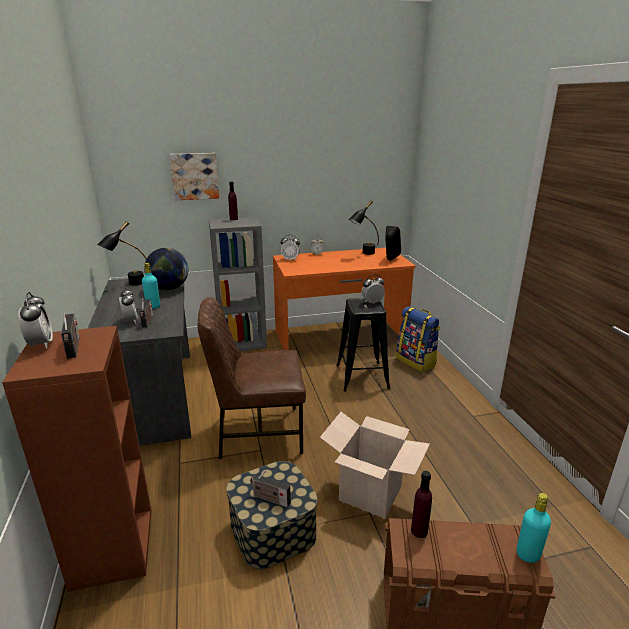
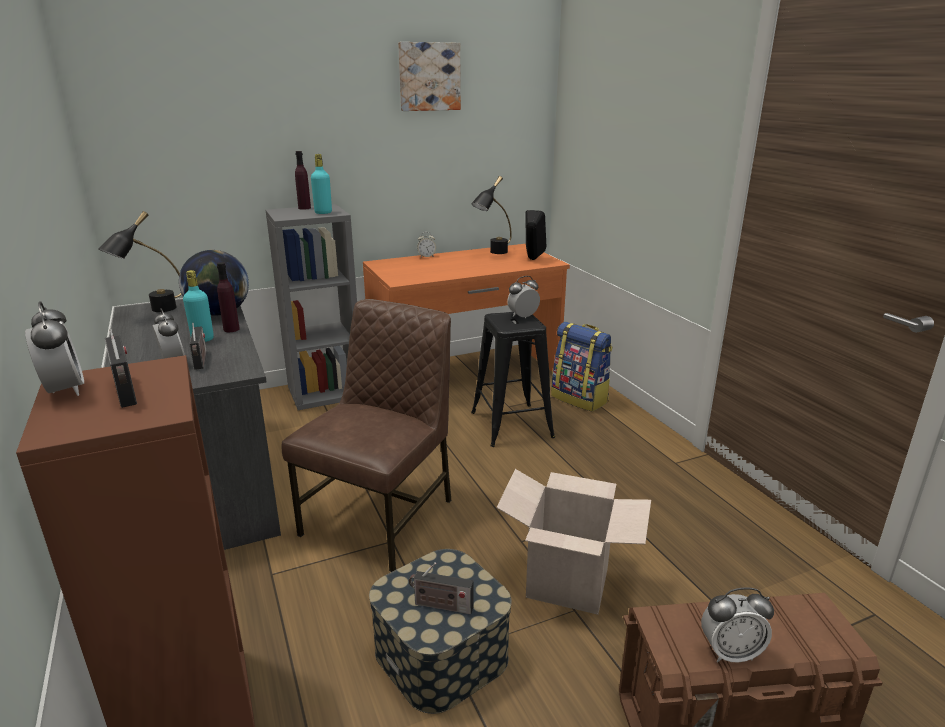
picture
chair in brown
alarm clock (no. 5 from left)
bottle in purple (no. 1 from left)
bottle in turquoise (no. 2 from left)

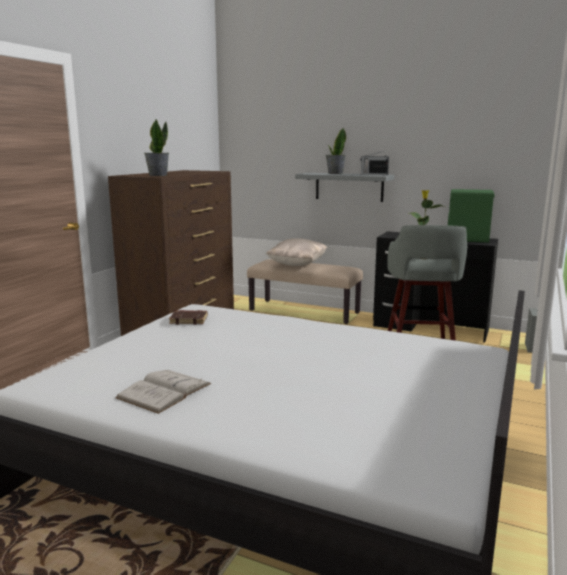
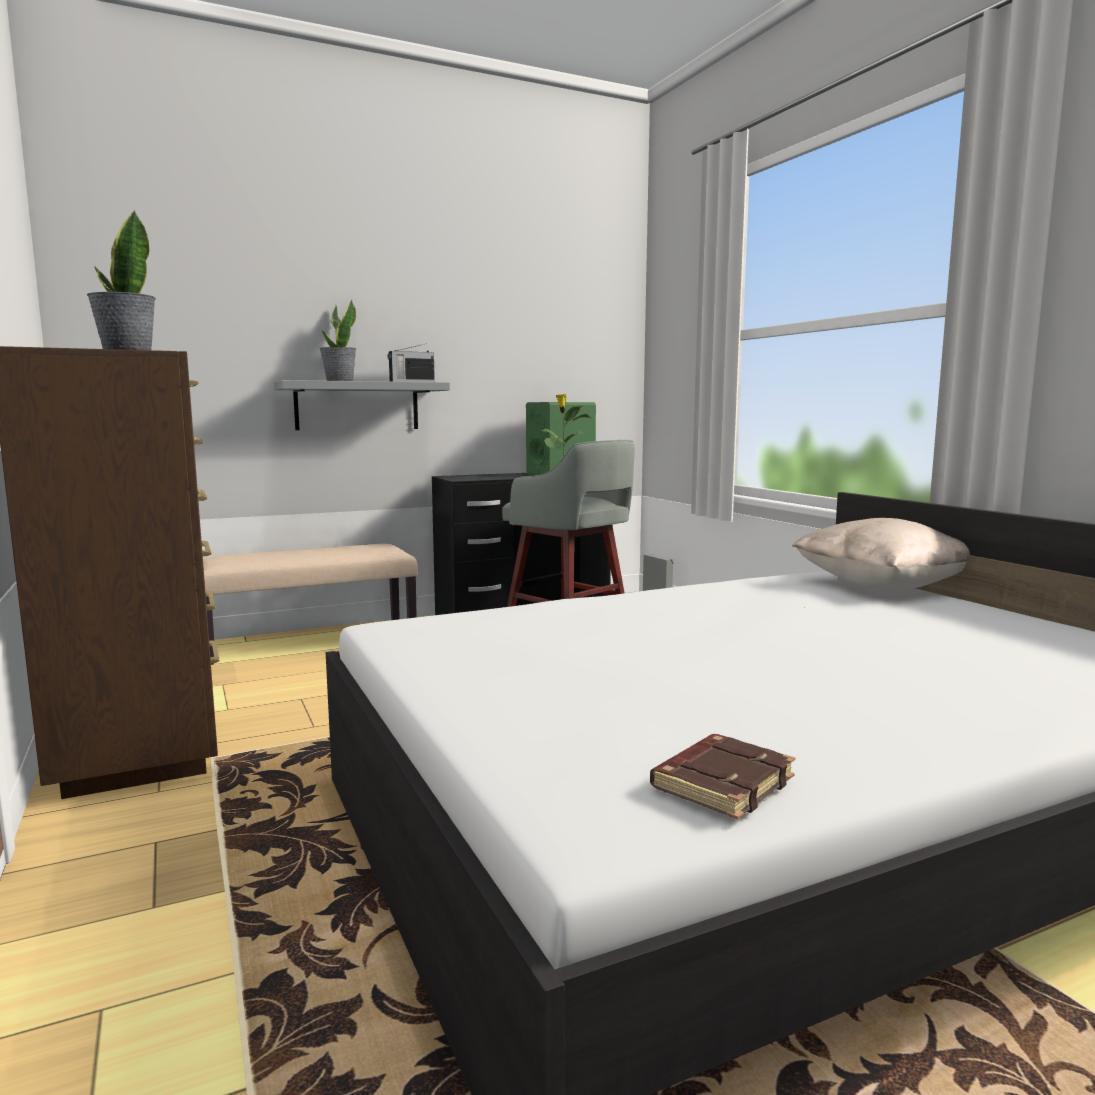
book in white
book in brown
pillow in beige

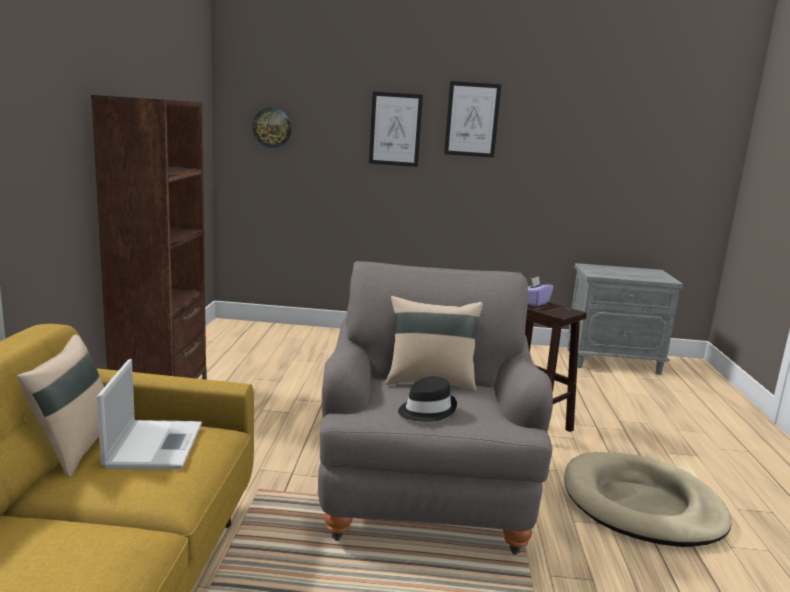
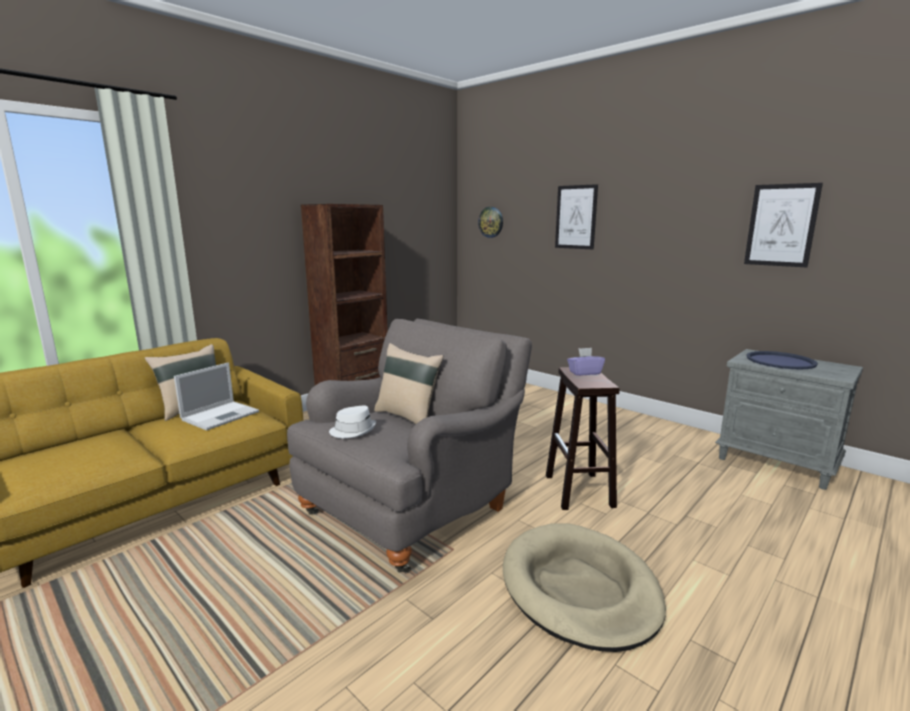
hat in white
picture (no. 2 from left)
tray in blue

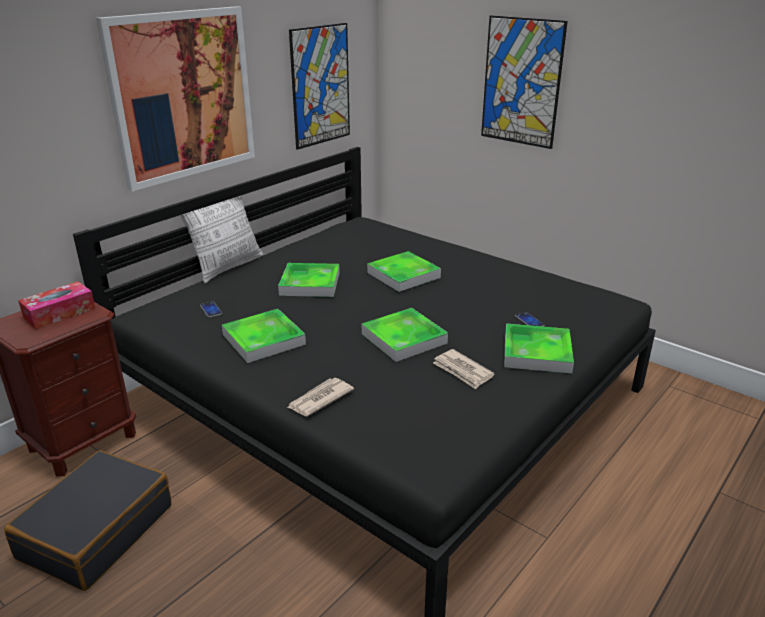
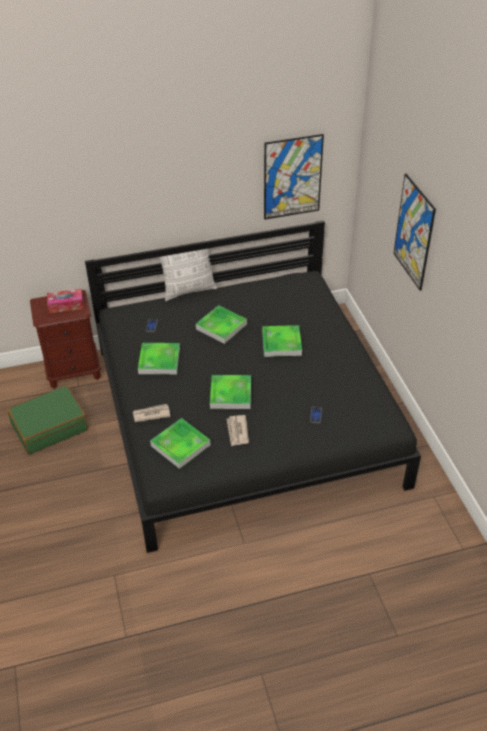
suitcase in green
picture (no. 1 from left in the first image)
tray (no. 2 from left)

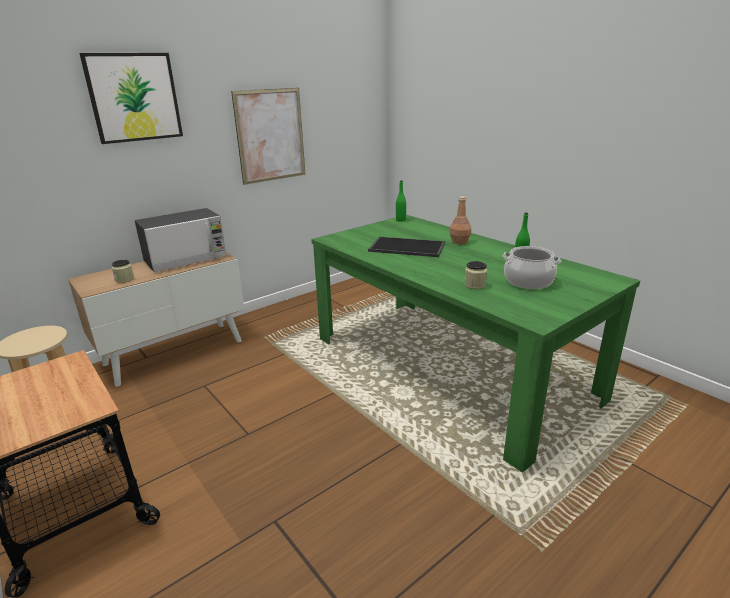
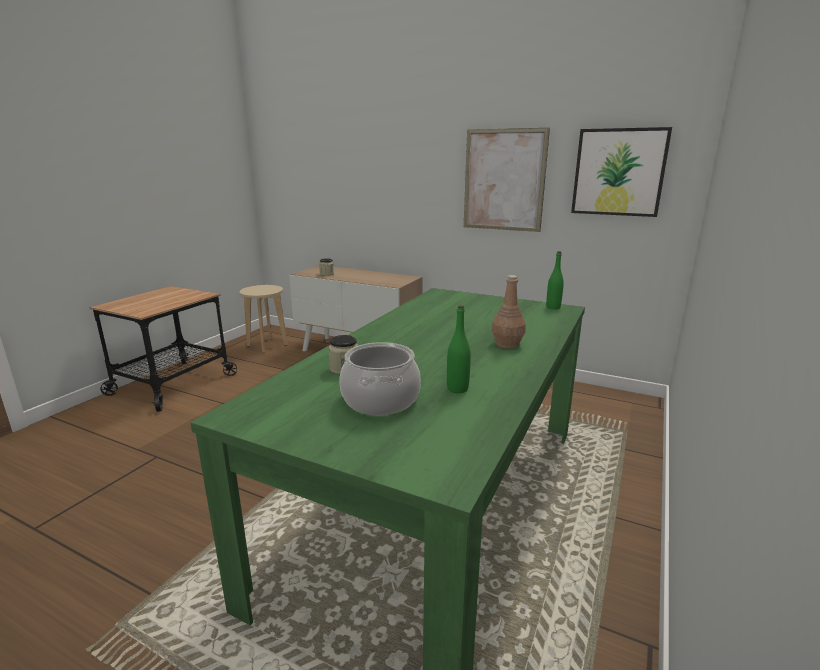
picture (no. 2 from left)
microwave
tray

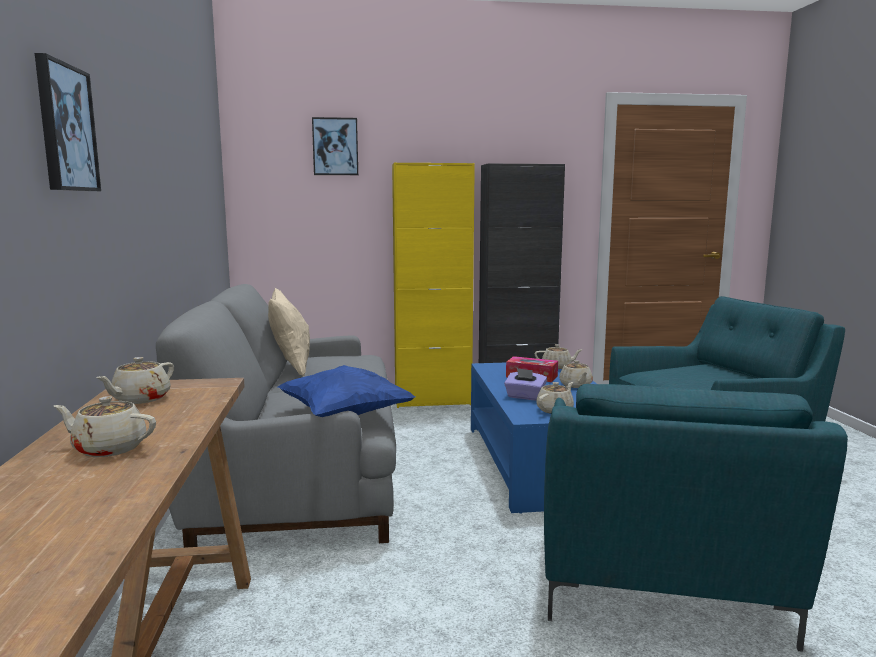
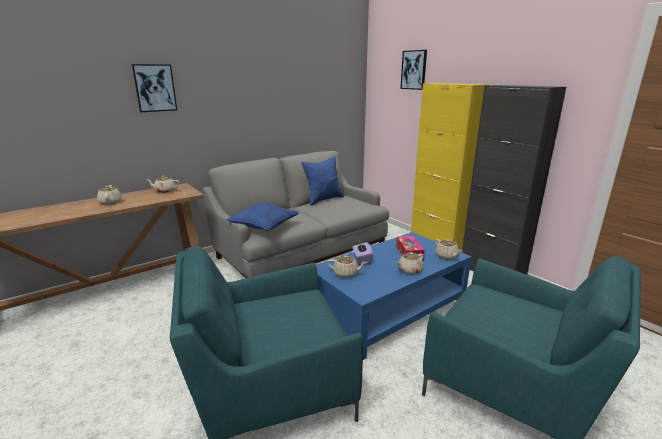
pillow in blue (no. 2 from left)

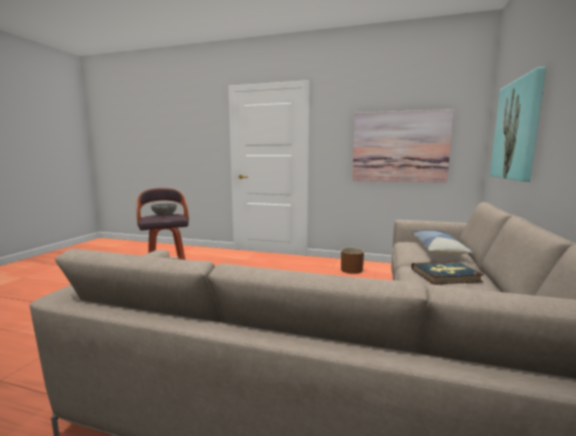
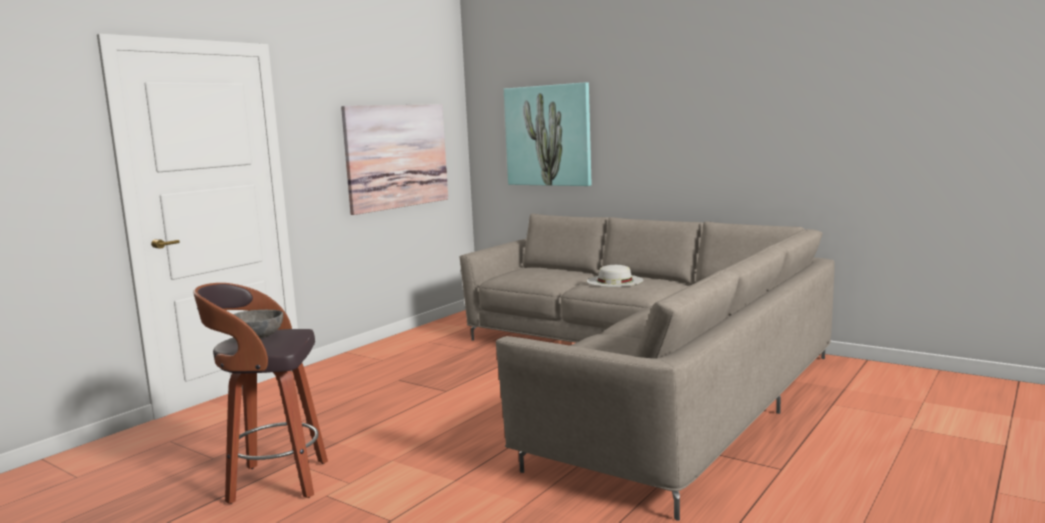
planter in brown
pillow
hat in white

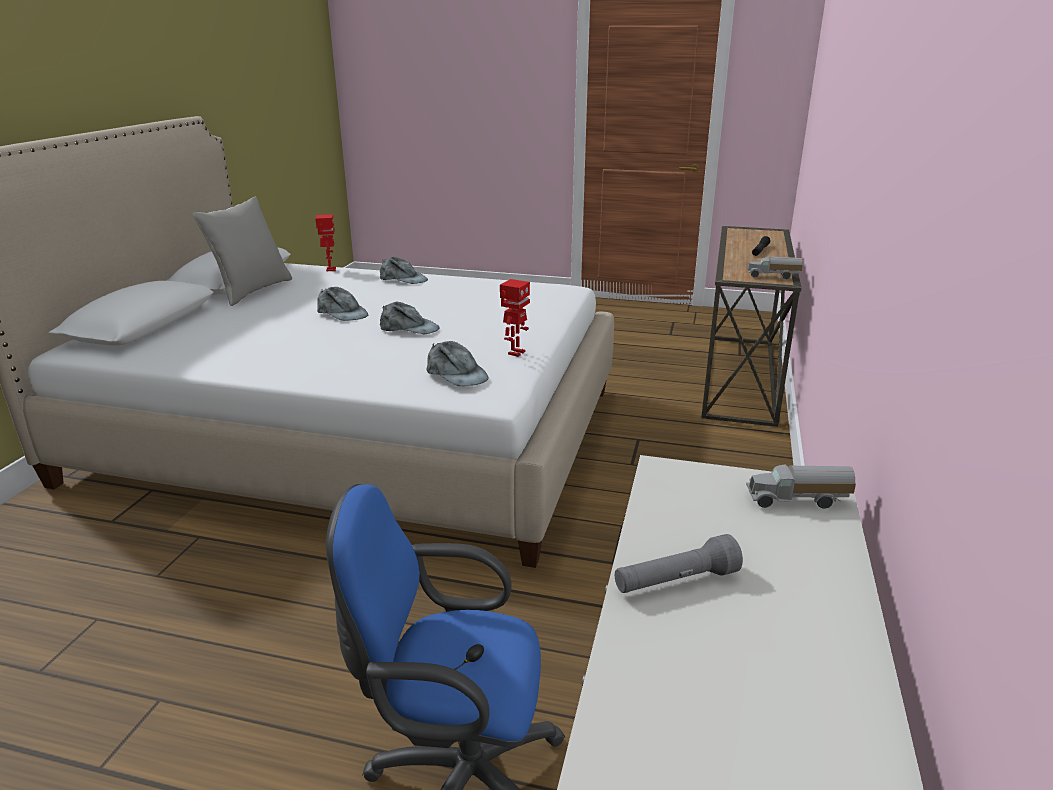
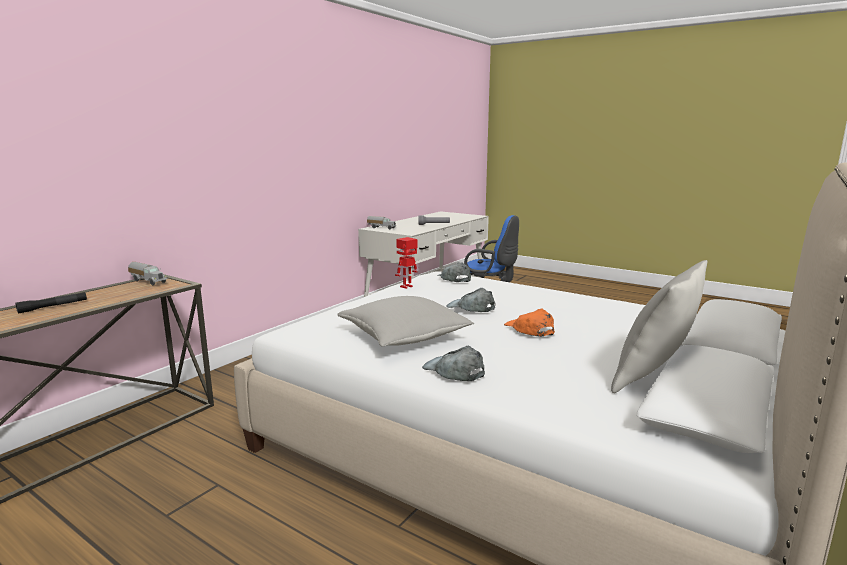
toy robot (no. 1 from left in the first image)
cap in orange
pillow in grey (no. 1 from left)

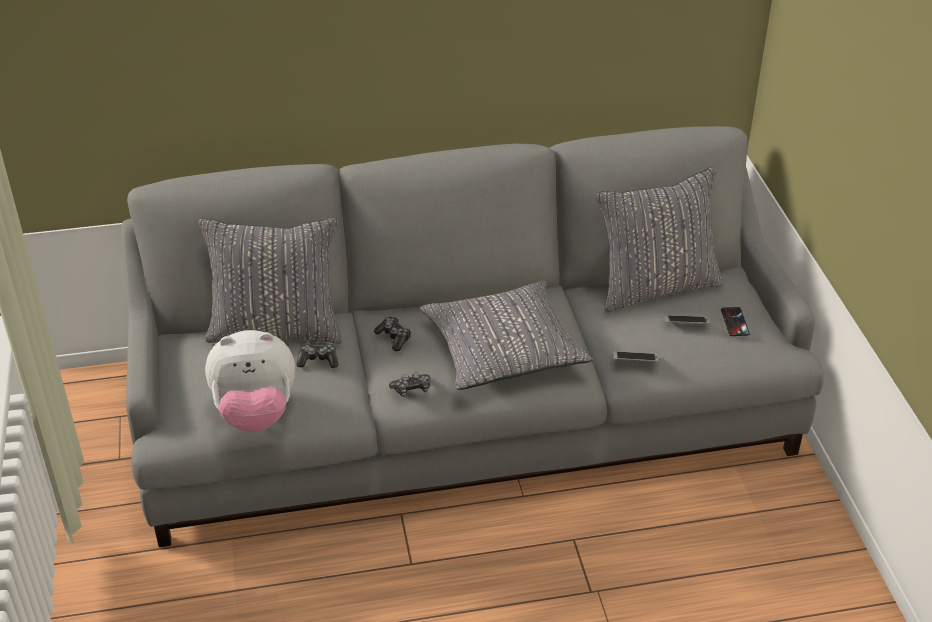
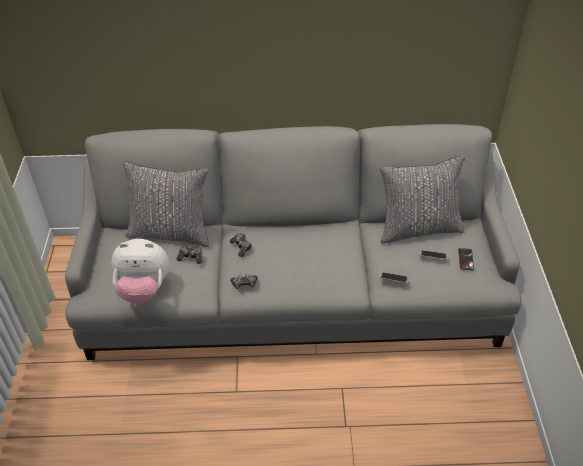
pillow in grey (no. 2 from left in the first image)

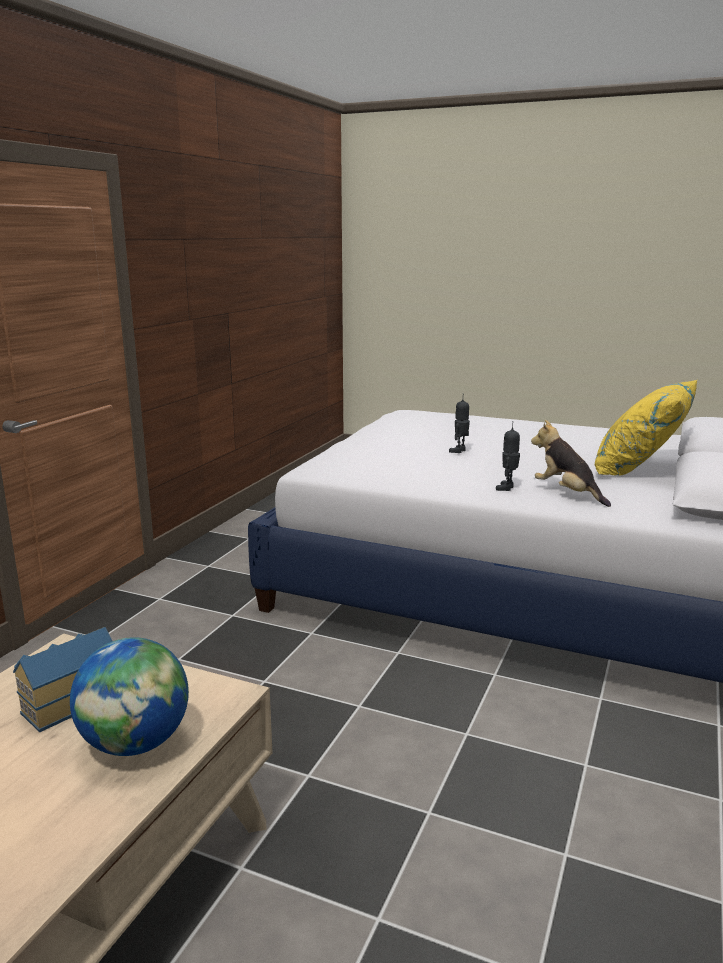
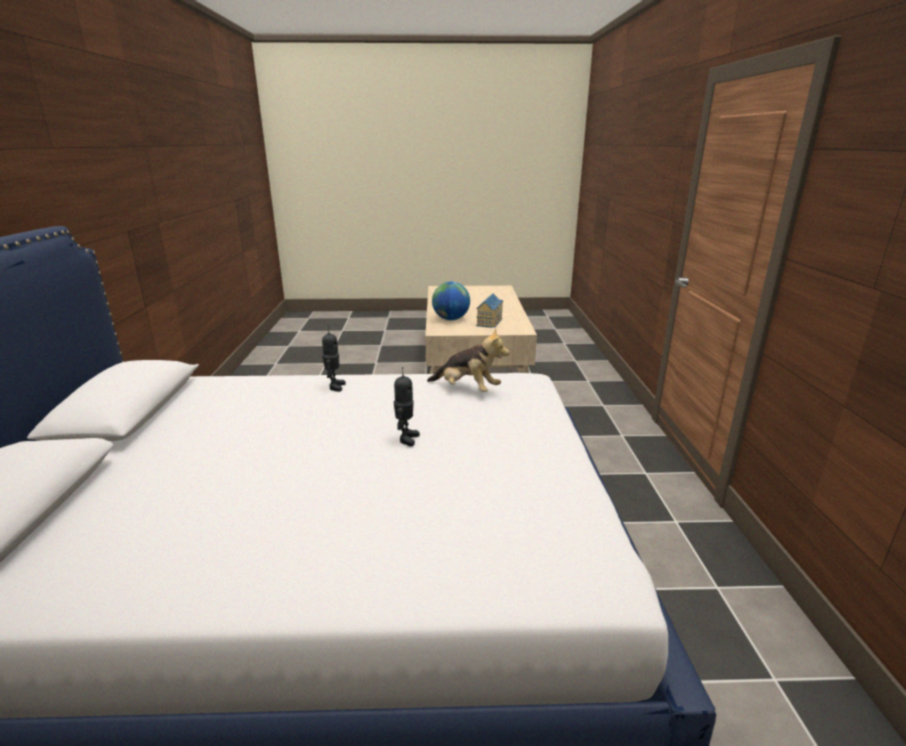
plush toy
pillow in yellow

